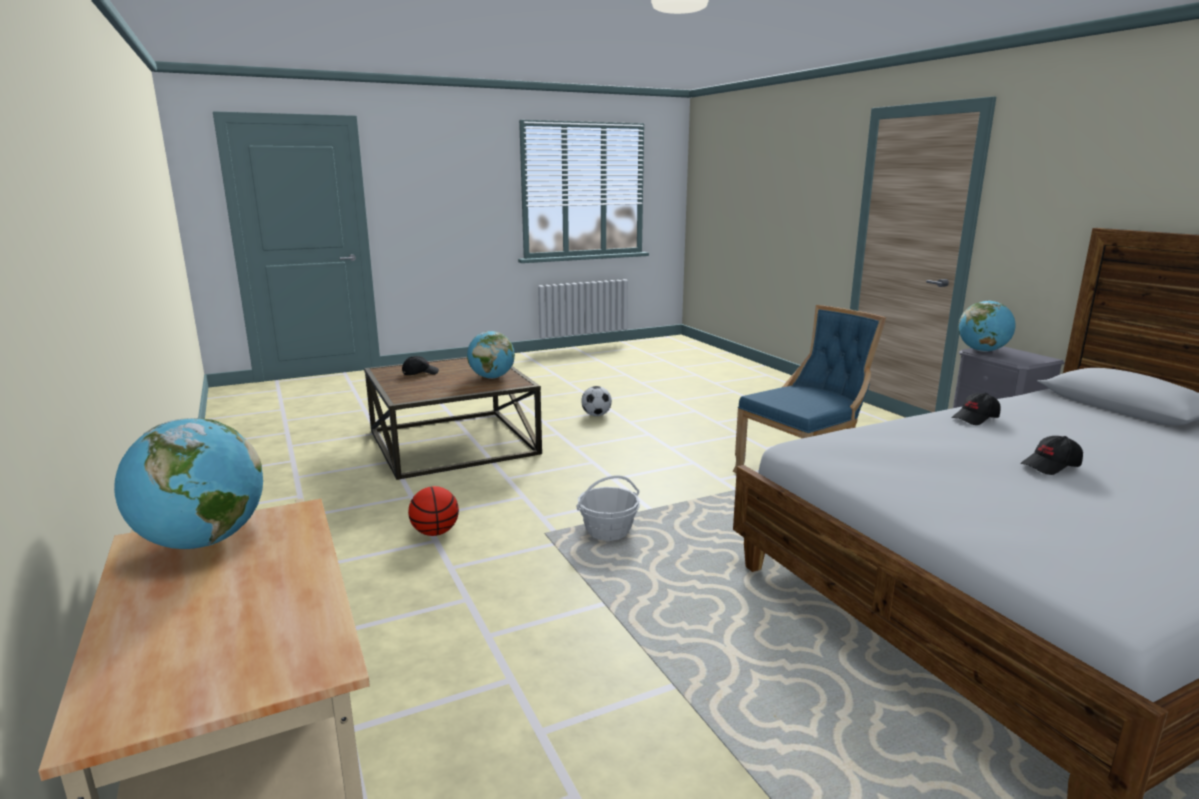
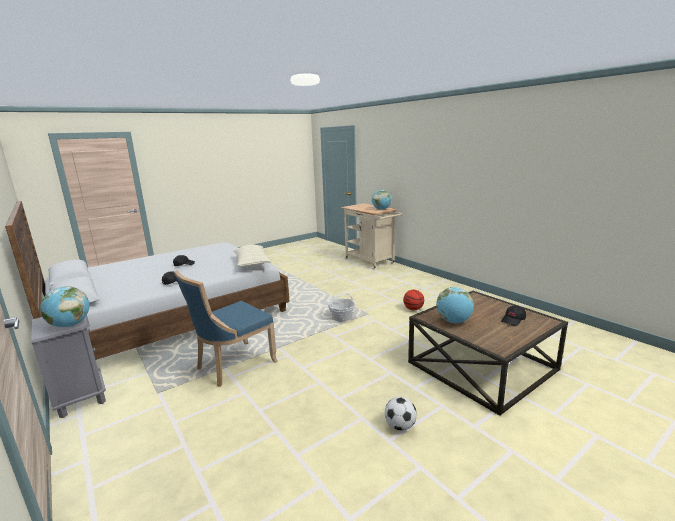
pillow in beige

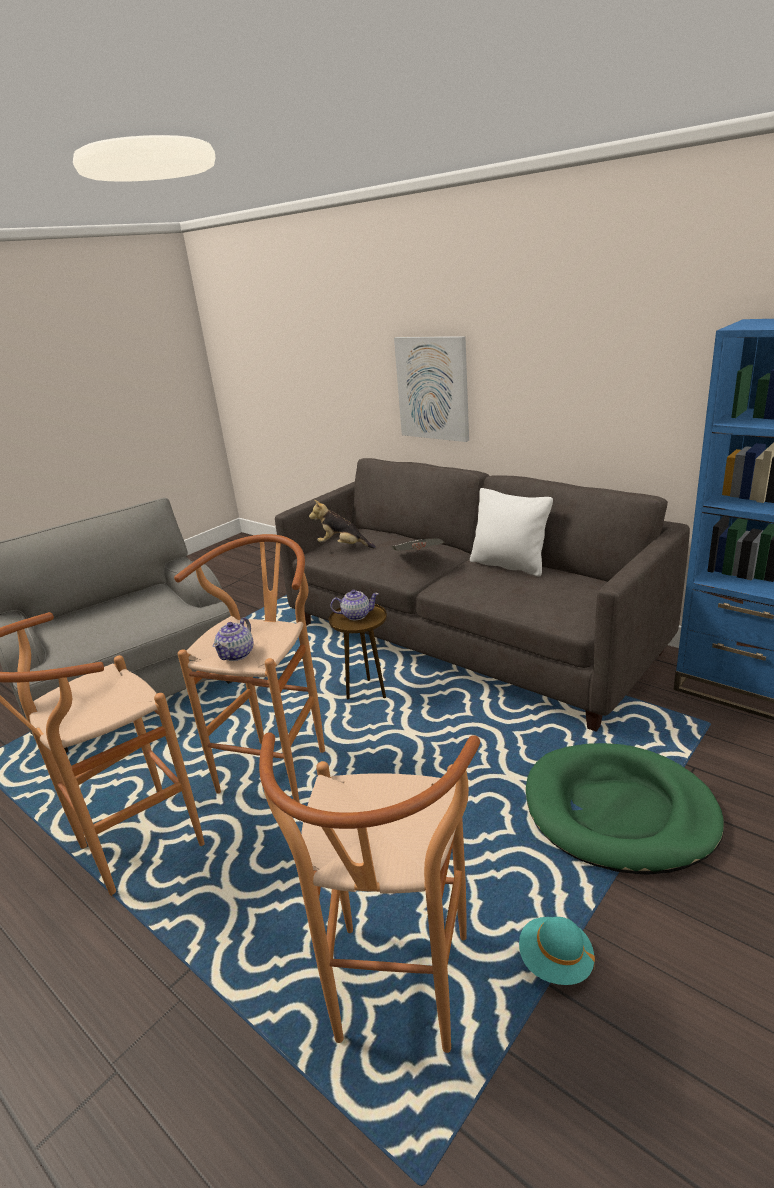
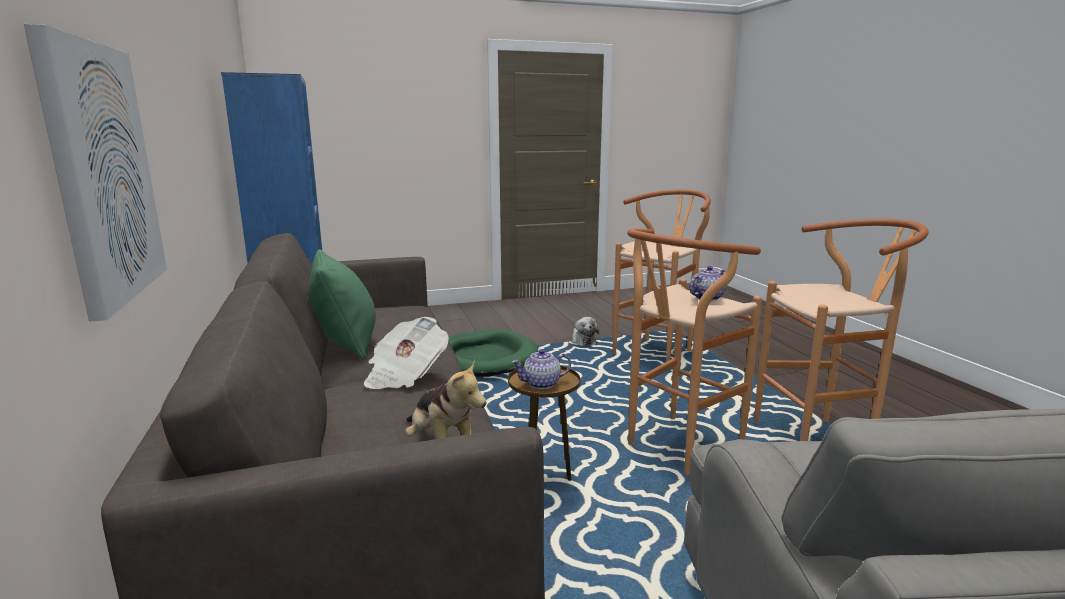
teapot (no. 1 from left)
pillow in green
plush toy (no. 2 from left)

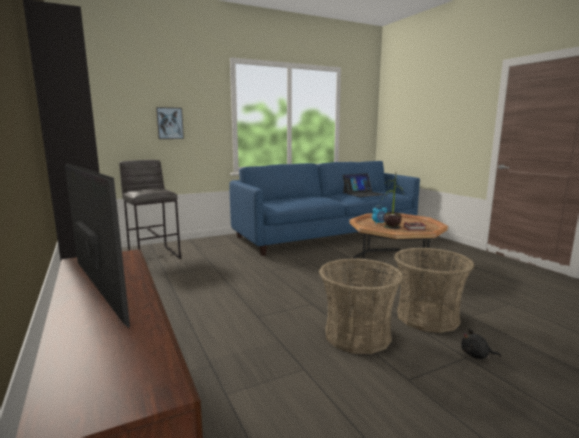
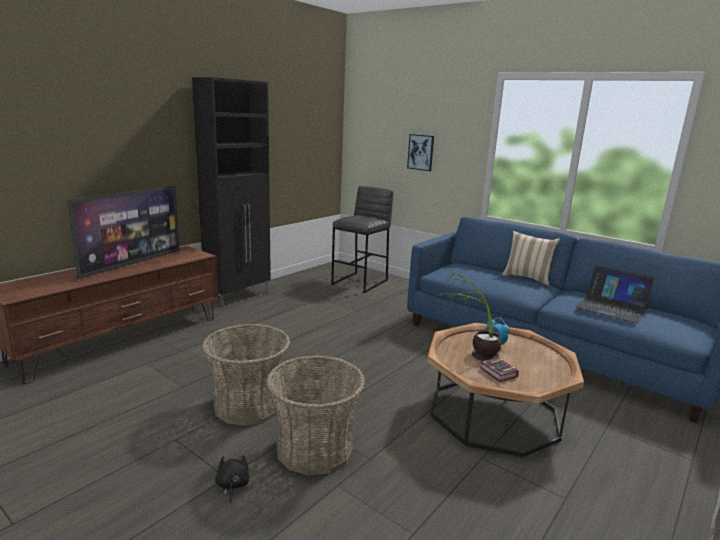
pillow in beige

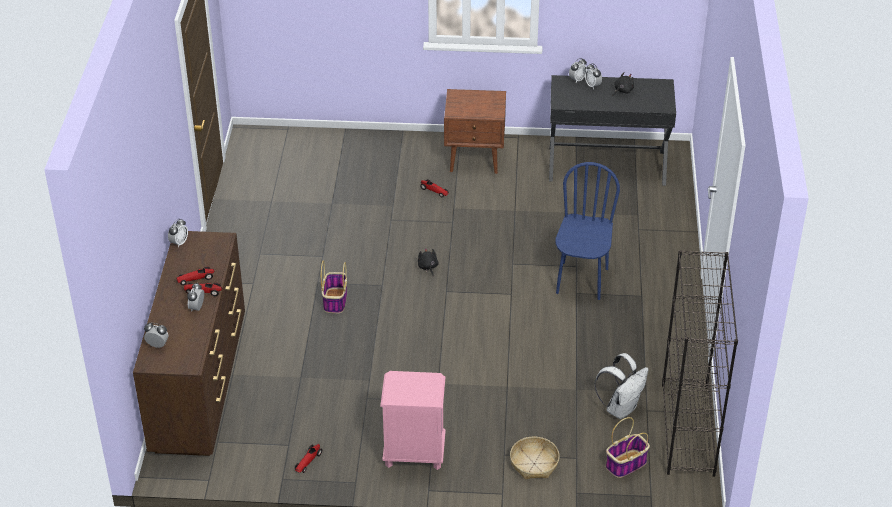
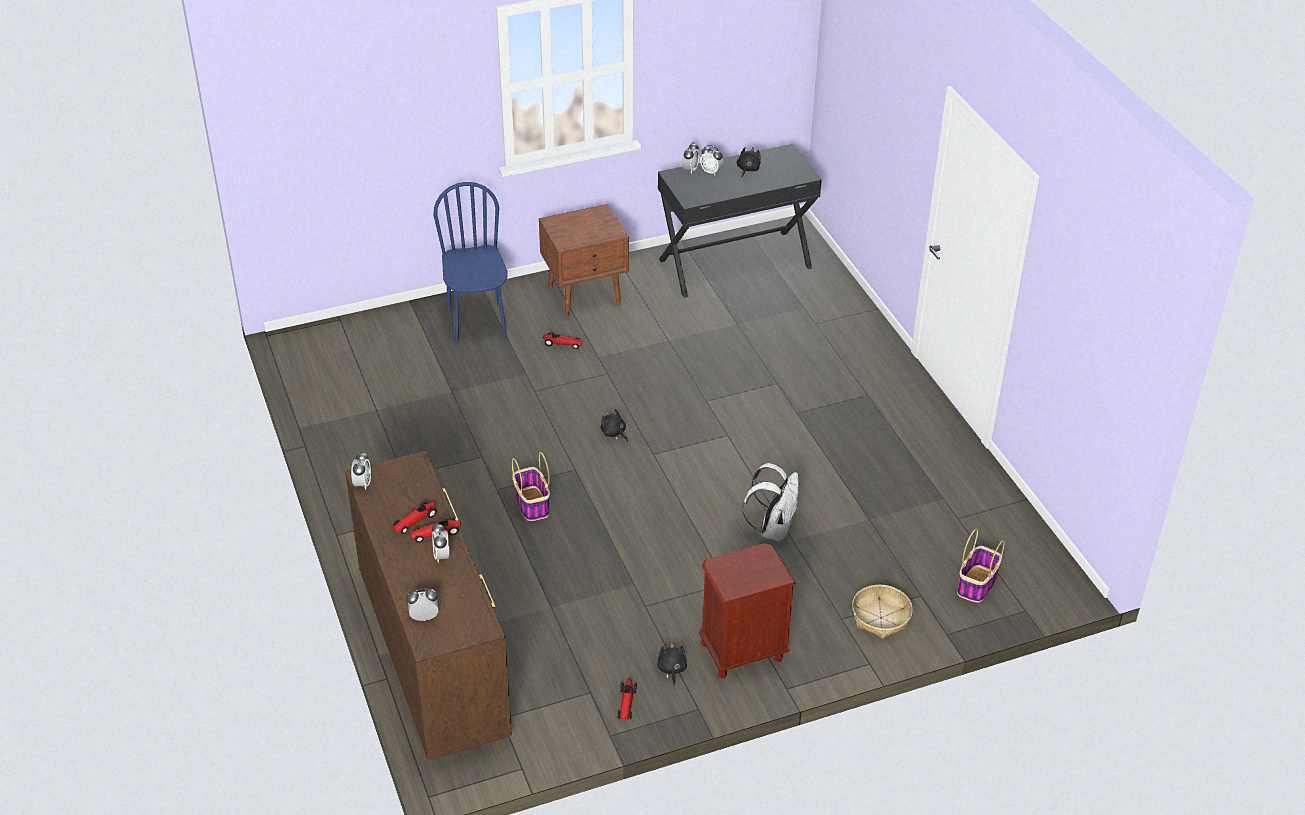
nightstand in brown (no. 2 from left)
chair in blue
backpack in white
bookcase in black
plush toy in black (no. 2 from left)

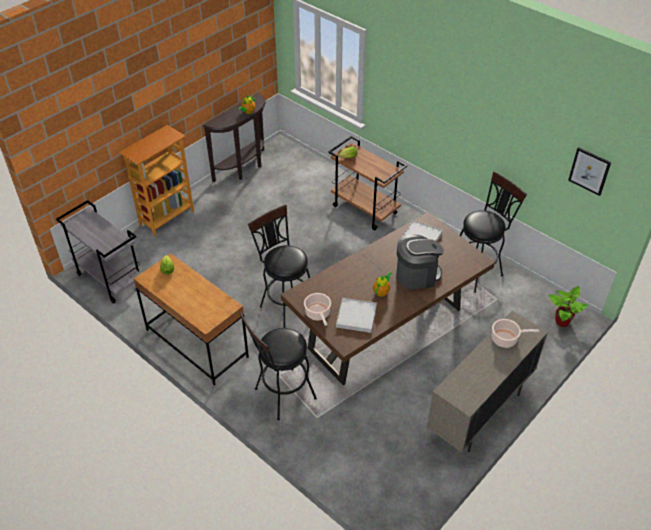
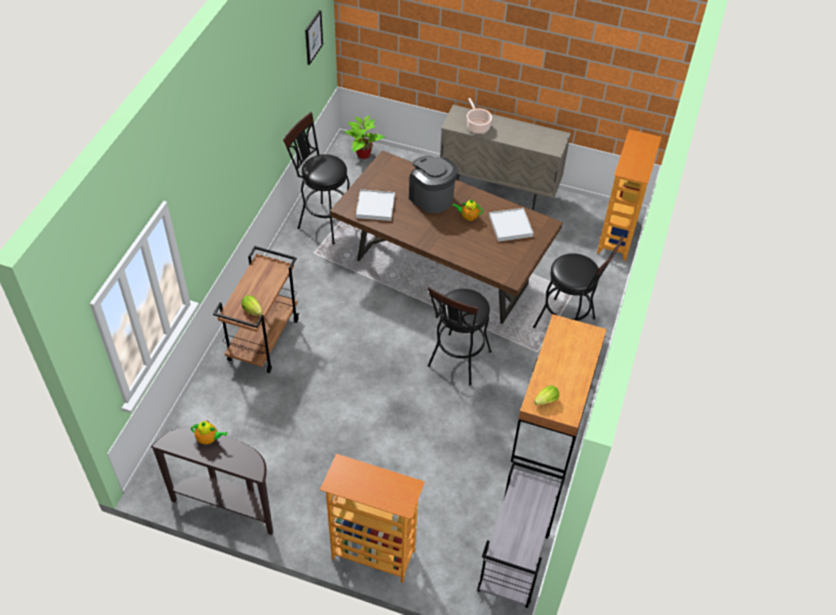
cooking pot (no. 1 from left in the first image)
bookcase (no. 2 from left)

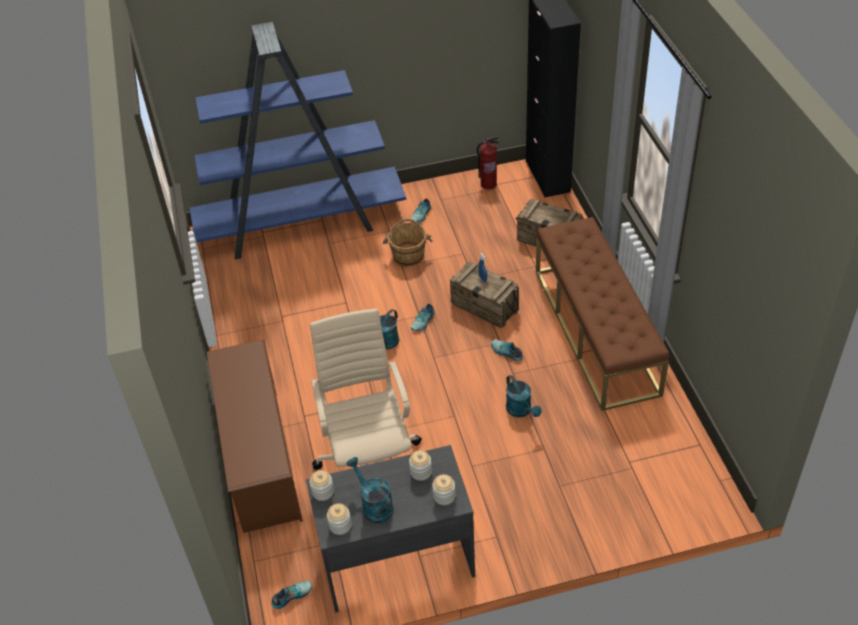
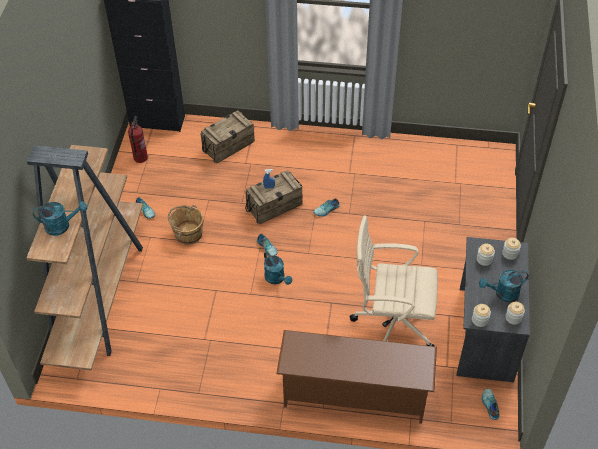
bookcase in brown
watering can in turquoise (no. 1 from left)
bench in brown

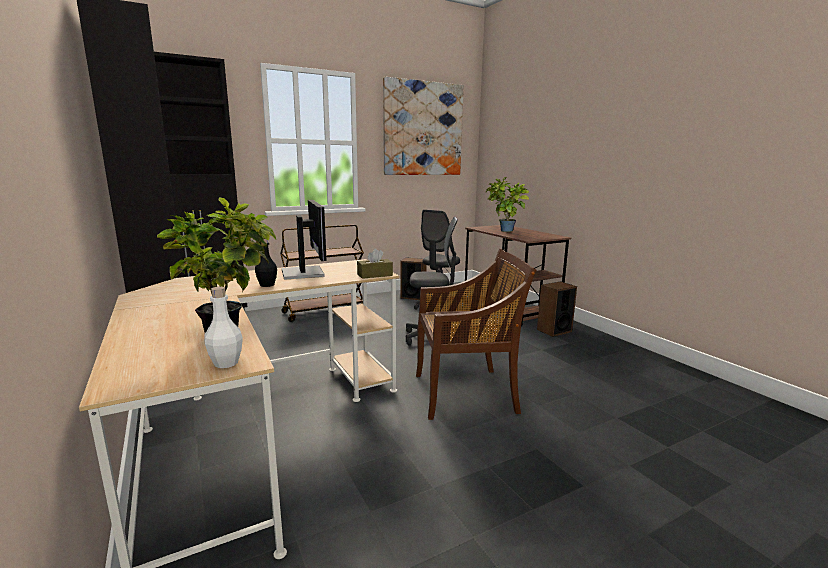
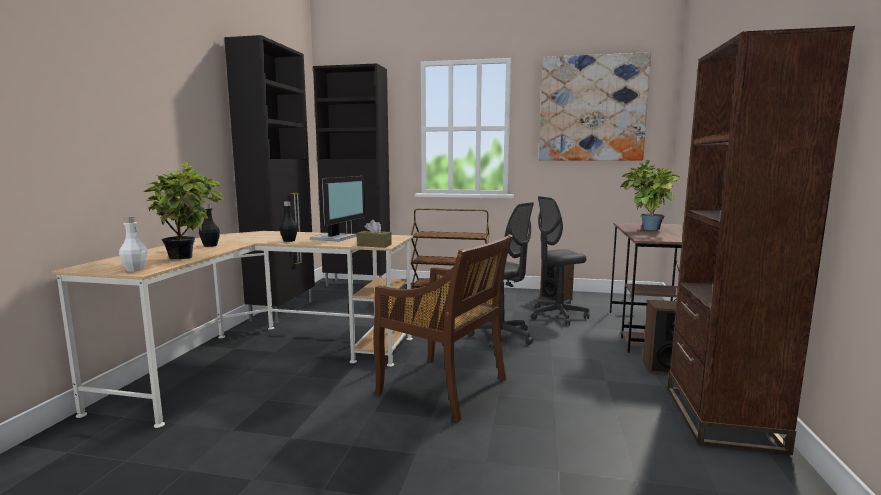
bottle in black (no. 1 from left)
bookcase in brown

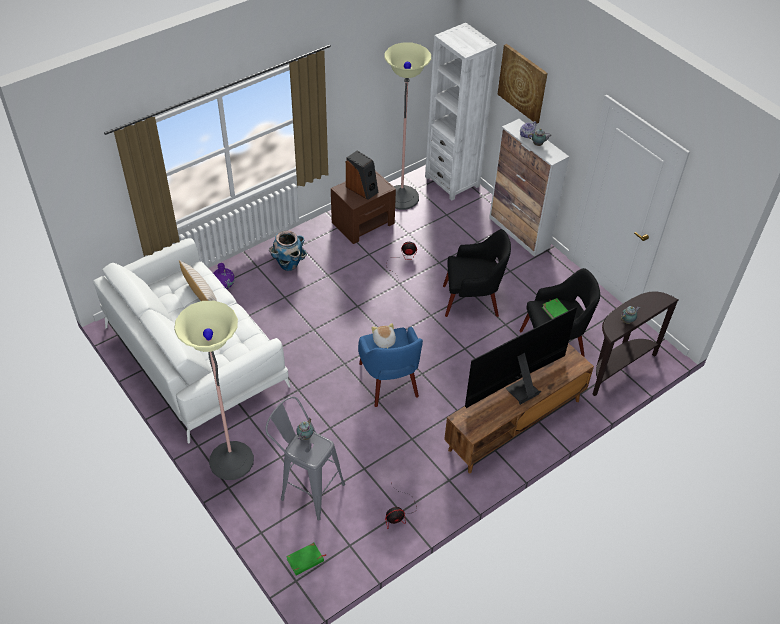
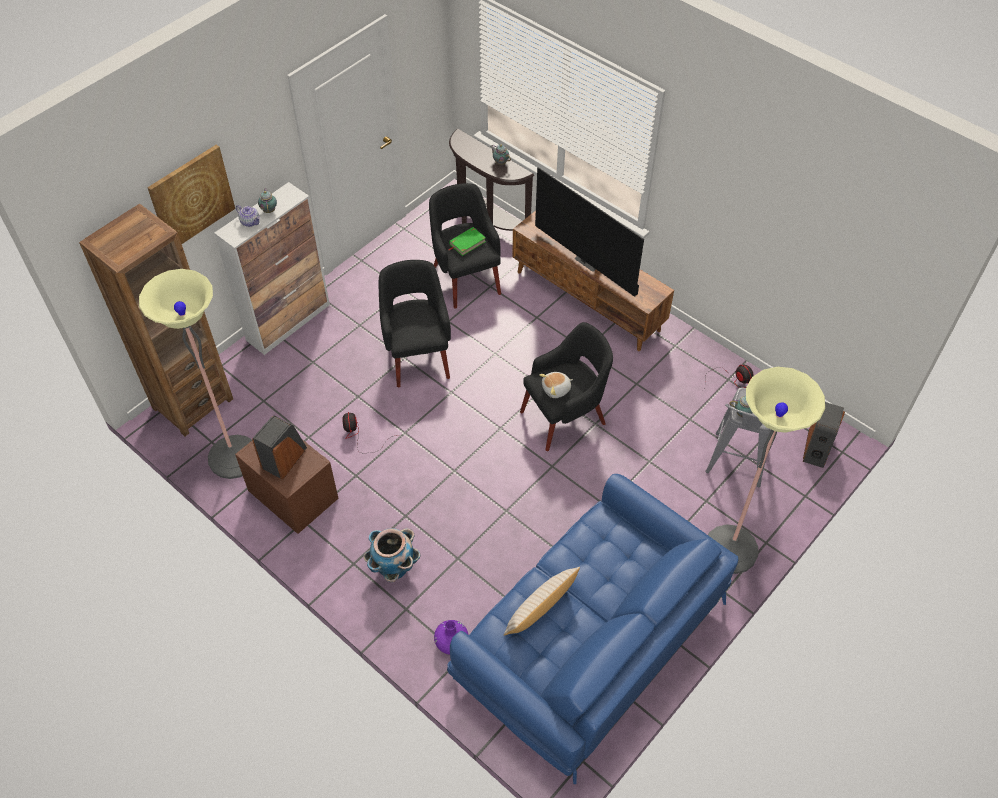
sofa in blue
speaker (no. 2 from left)
armchair in black (no. 3 from left)
bookcase in brown

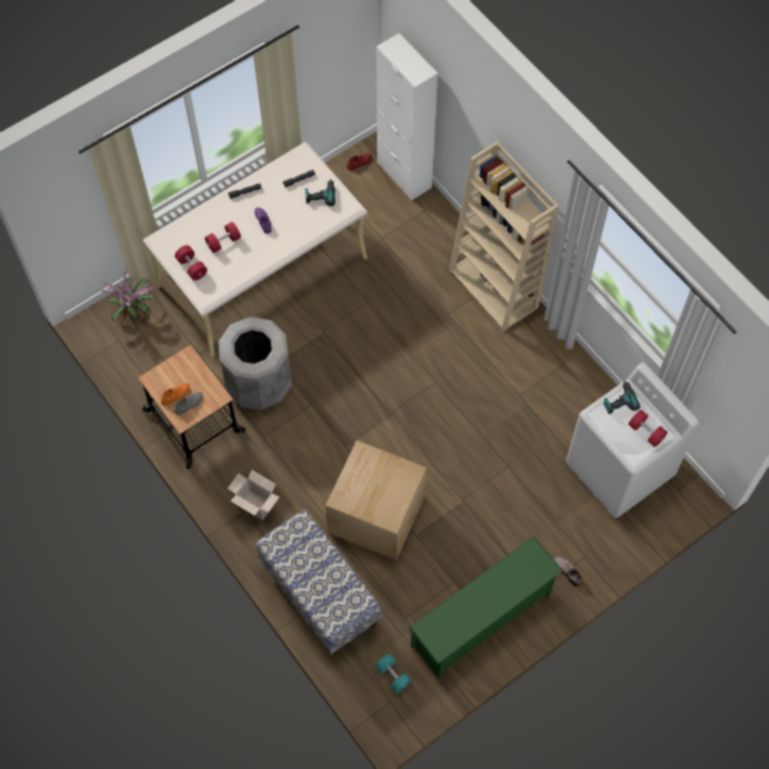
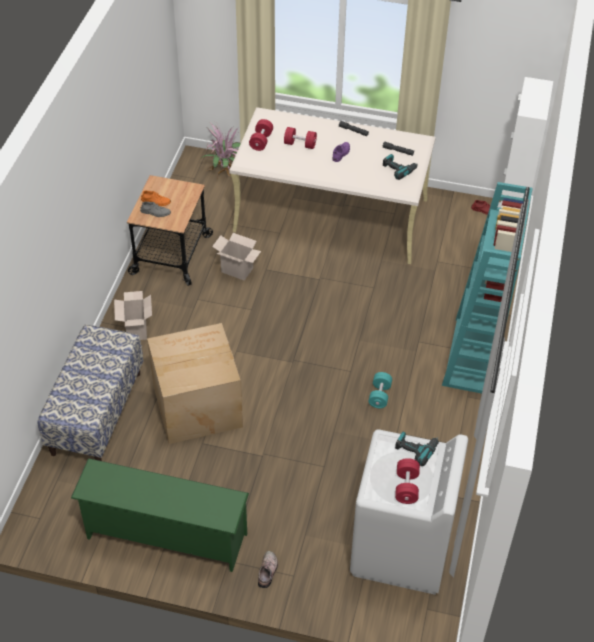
cardboard box (no. 3 from left)
dumbbell in turquoise
bookcase in turquoise

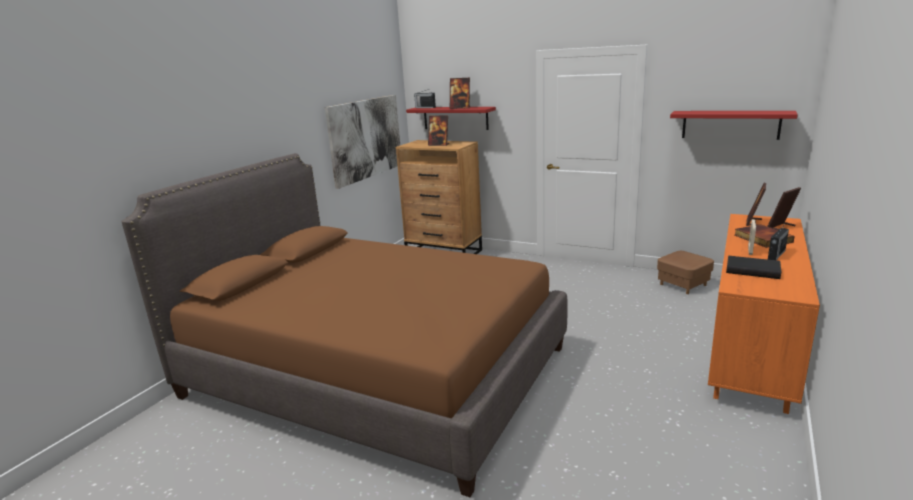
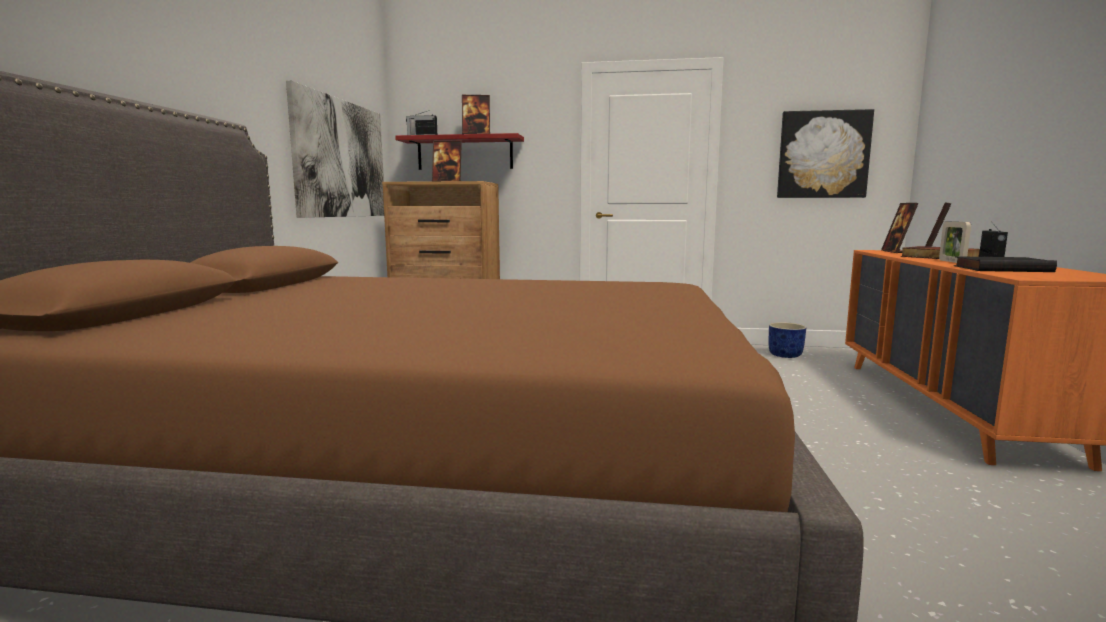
planter in blue
picture (no. 2 from left)

